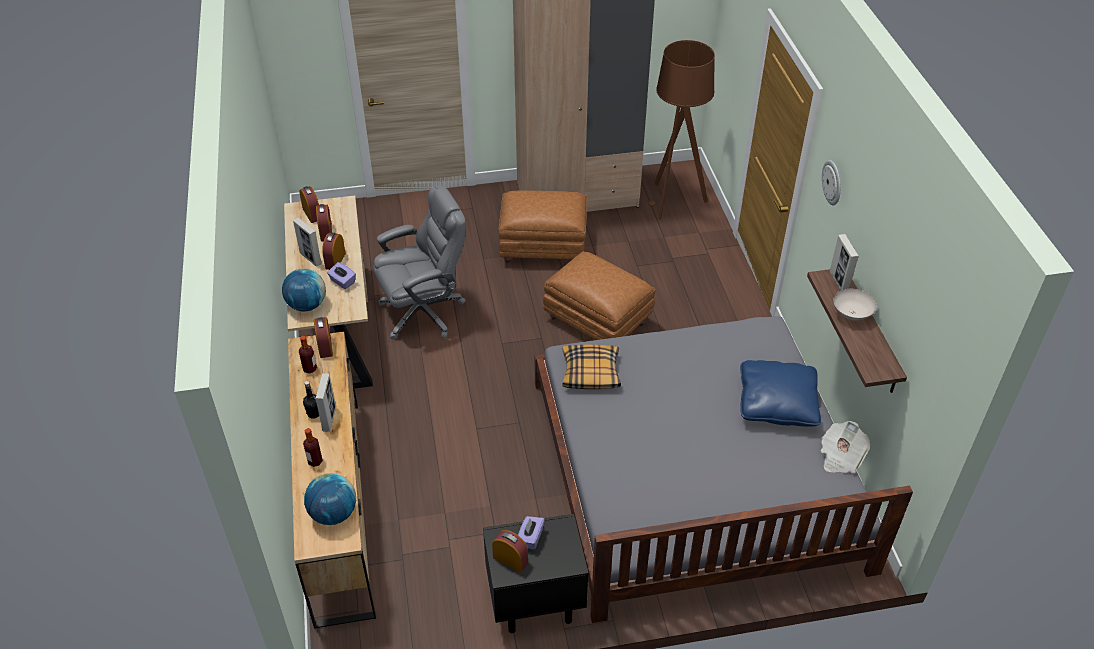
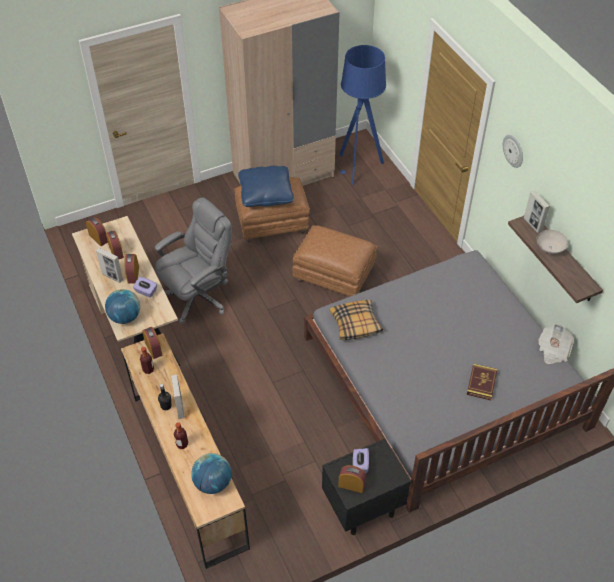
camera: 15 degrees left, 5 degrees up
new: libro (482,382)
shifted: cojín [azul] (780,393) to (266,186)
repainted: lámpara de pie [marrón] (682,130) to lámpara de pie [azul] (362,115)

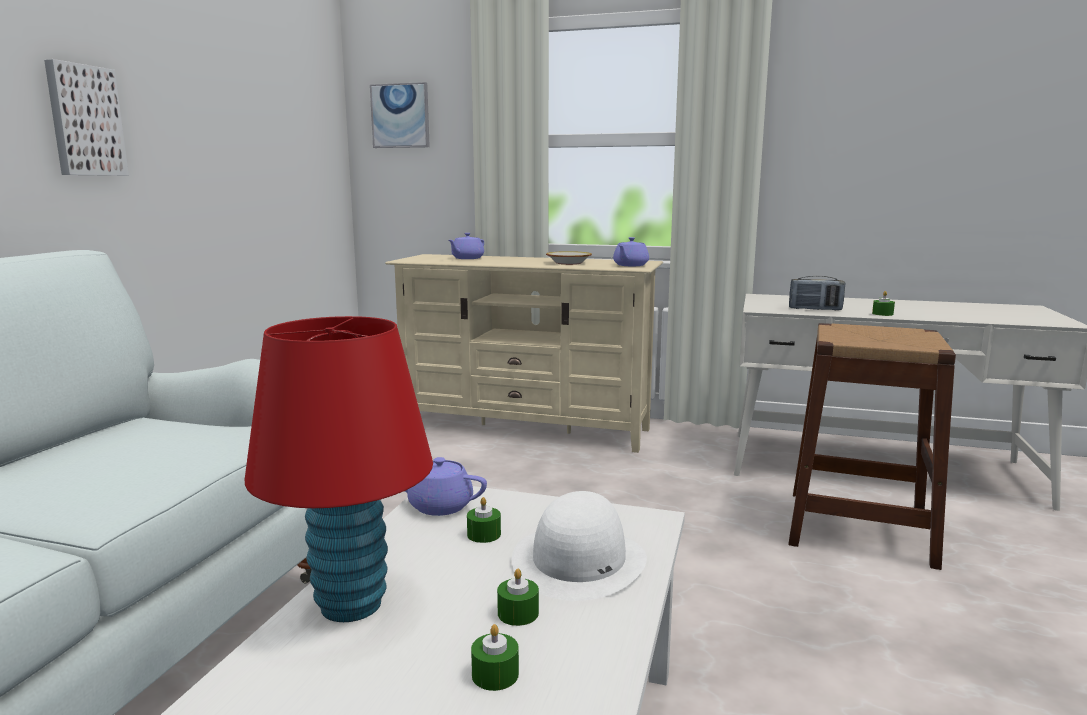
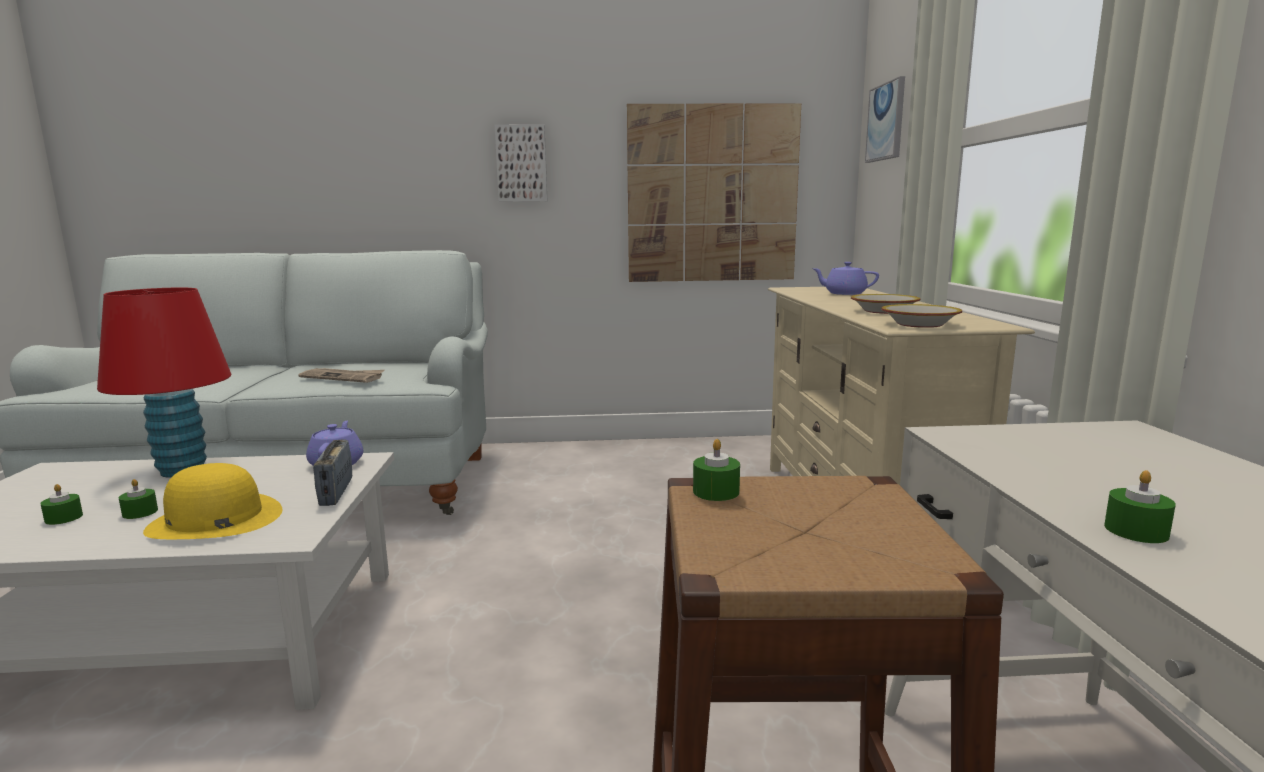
camera: 70 degrees right, 0 degrees up
new: periódico (341,375); cuadro (714,193)
shifted: vela [verde] (484,520) to (716,470); radio (817,293) to (332,472)
swapped: tetera [morado] (631,251) to cuenco (921,316)
repainted: sombrero [blanco] (579,546) to sombrero [amarillo] (212,501)

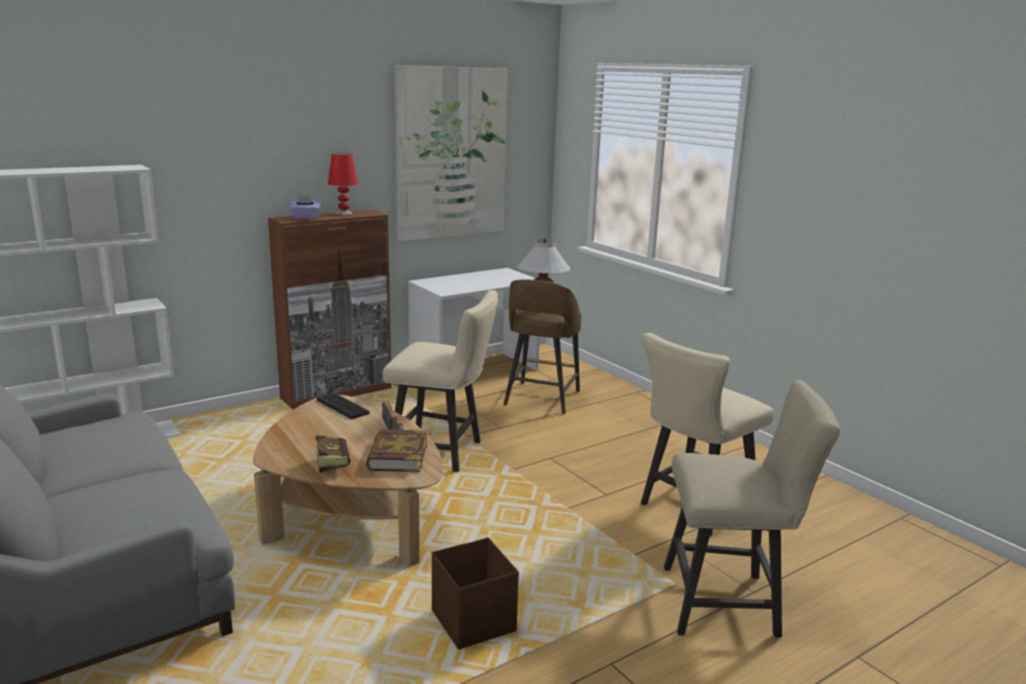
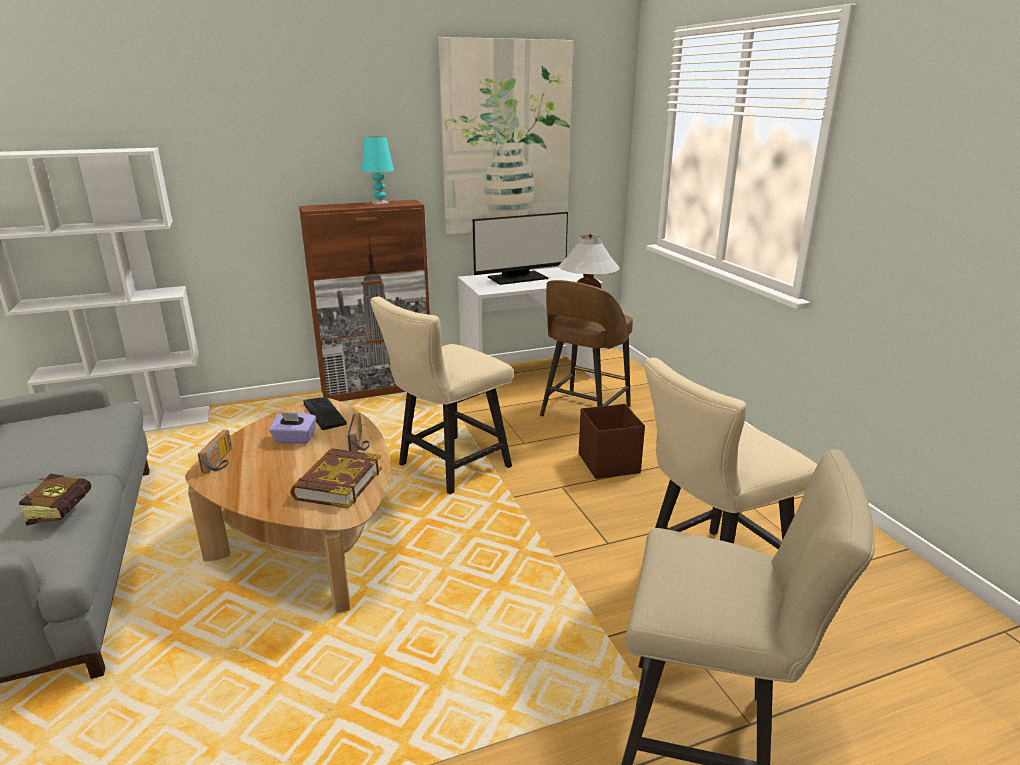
camera: 15 degrees right, 5 degrees up
new: radio (215,451); monitor (520,248)
shifted: caja de pañuelos [morado] (305,208) to (292,428); libro (333,454) to (55,499); caja de almacenaje [marrón] (475,593) to (612,441)
repainted: lámpara de mesa [rojo] (343,183) to lámpara de mesa [turquesa] (378,170)
rotated: silla [beis] (440,381) = (442,395) 105 degrees clockwise

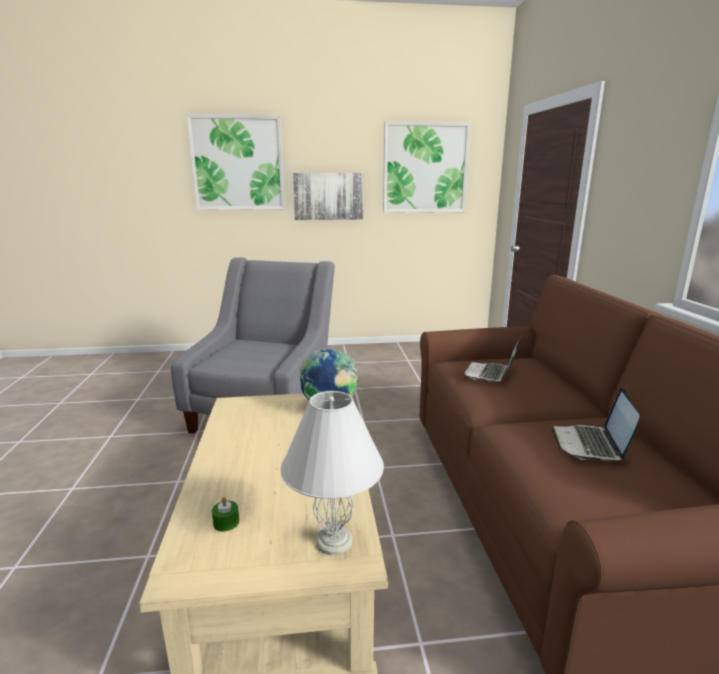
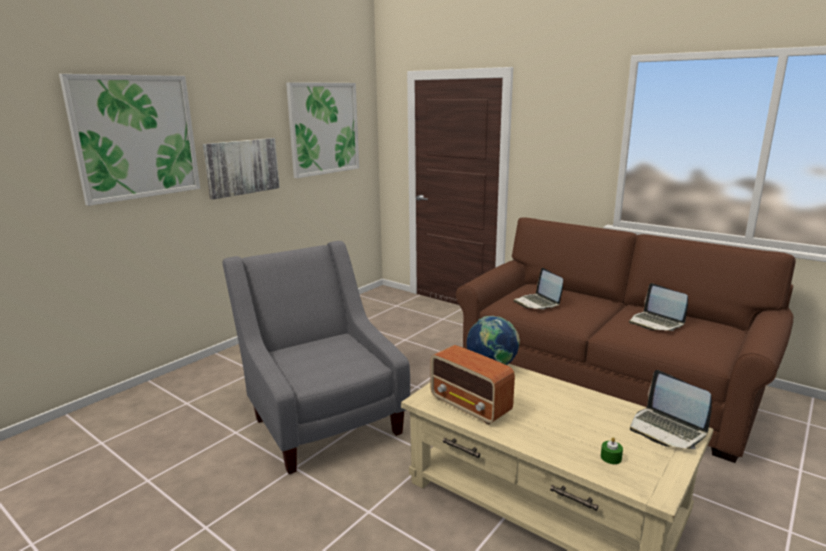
camera: 45 degrees left, 0 degrees up
new: radio (472,384)
swapped: lámpara de mesa [blanco] (332,473) to portátil (671,409)

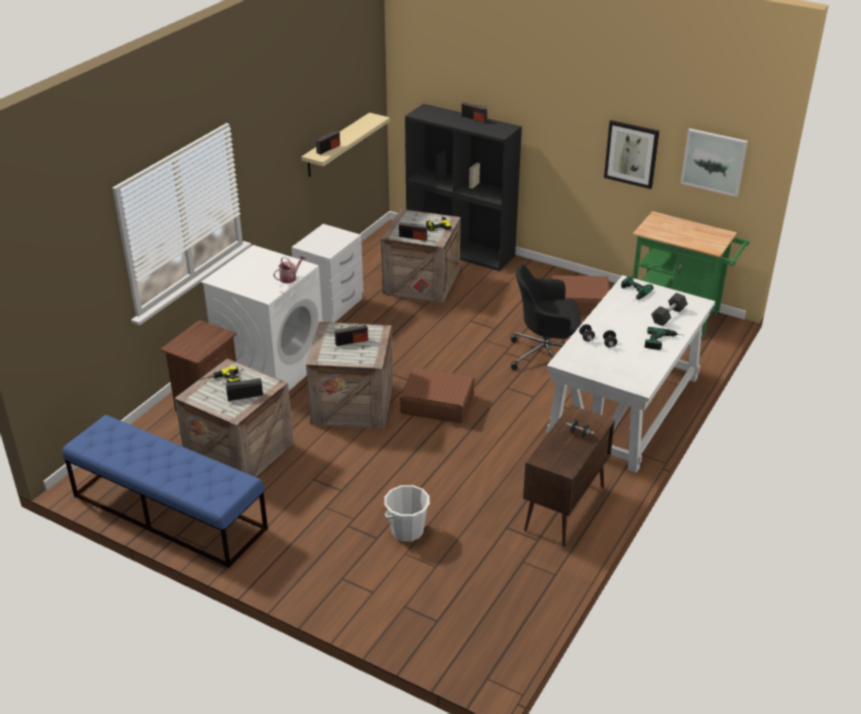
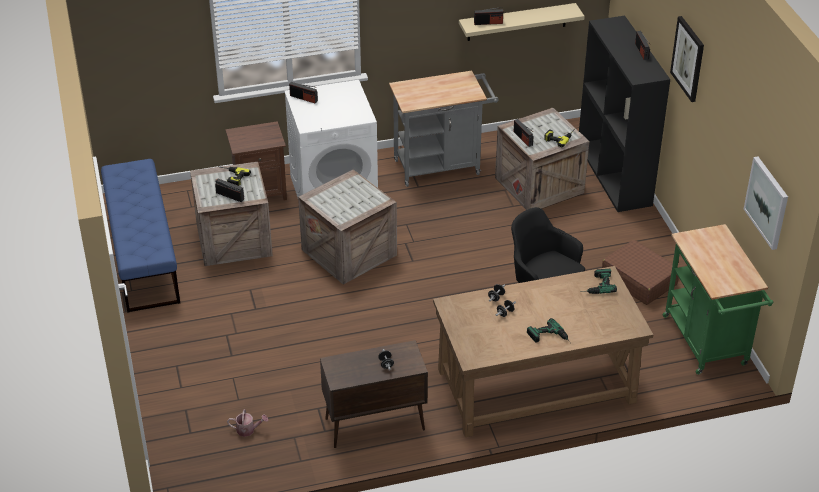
camera: 45 degrees right, 5 degrees up
gone: cubo [blanco] (407,513); maleta [marrón] (437,395); mancuerna [negro] (669,309)
shifted: regadera (289,269) to (247,423); radio (351,334) to (303,92); cuadro (631,154) to (687,59)
swapped: mesita de noche [blanco] (327,273) to carrito [gris] (443,129)
repainted: escritorio [blanco] (630,374) to escritorio [marrón] (543,351)

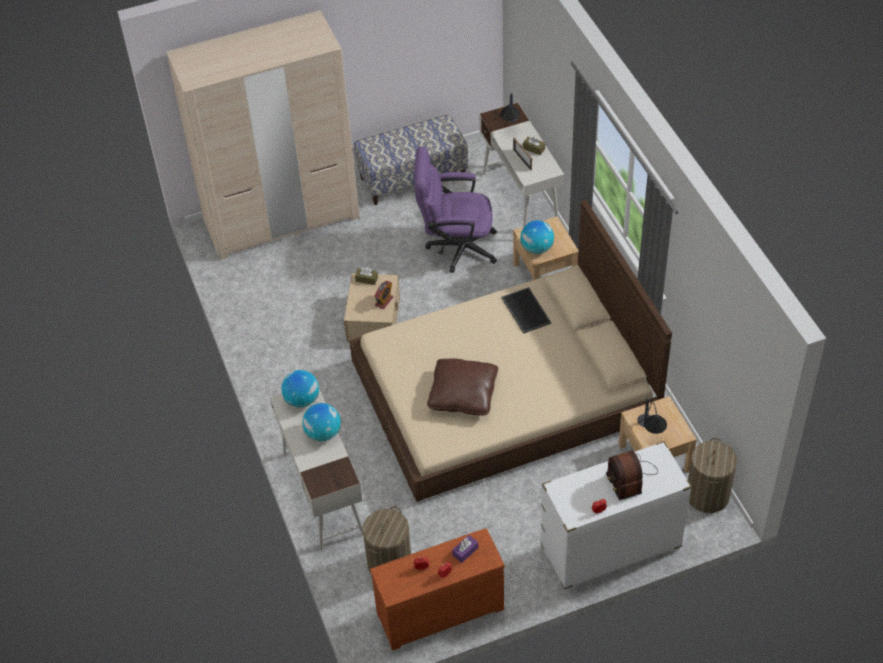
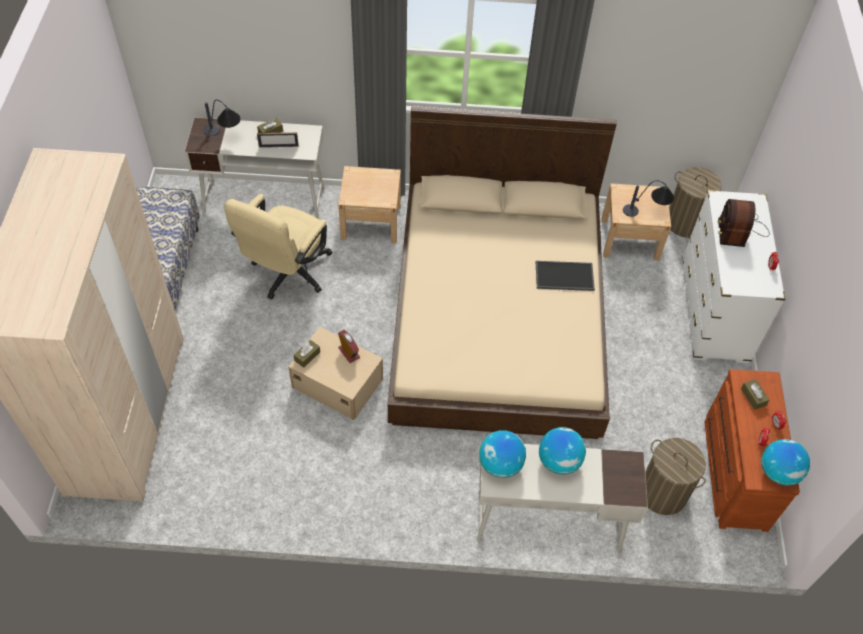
camera: 70 degrees left, 5 degrees up
gone: cojín [marrón] (462,386)
shifted: bandeja (526,310) to (565,276); globo terráqueo (537,237) to (785,462)
repainted: silla de oficina [morado] (455,210) to silla de oficina [beis] (278,247); caja de pañuelos [morado] (465,549) to caja de pañuelos [marrón] (755,394)
rotated: radio (632,475) = (744,223) 90 degrees clockwise

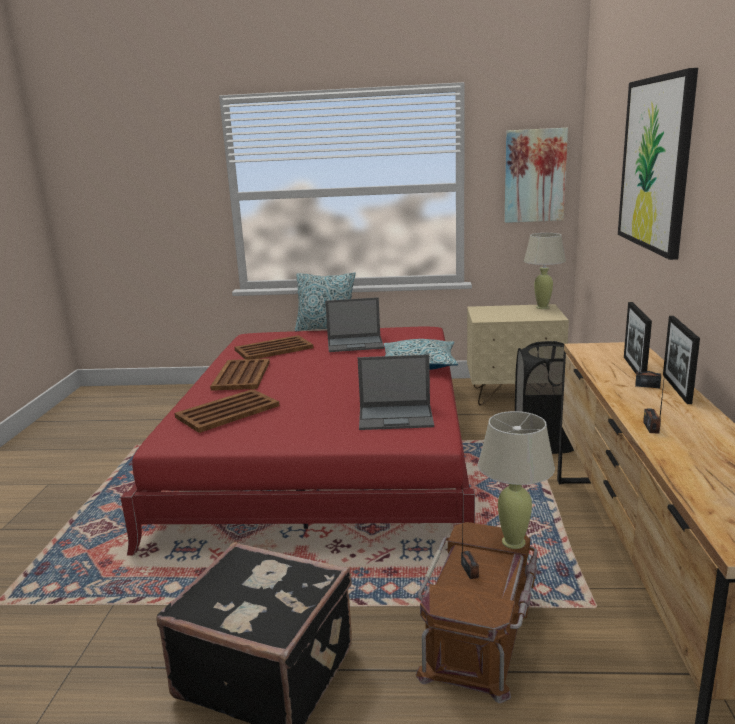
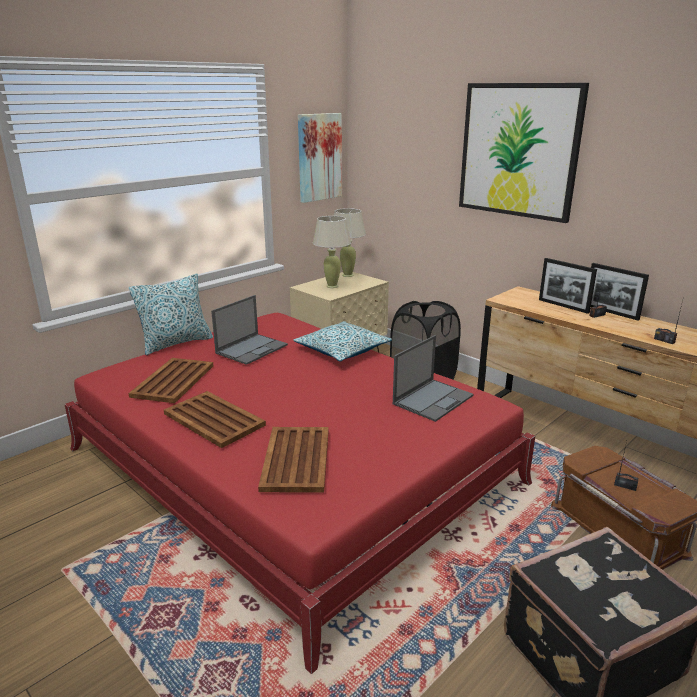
camera: 50 degrees left, 5 degrees up
shifted: lámpara de mesa [beis] (516,480) to (332,252)

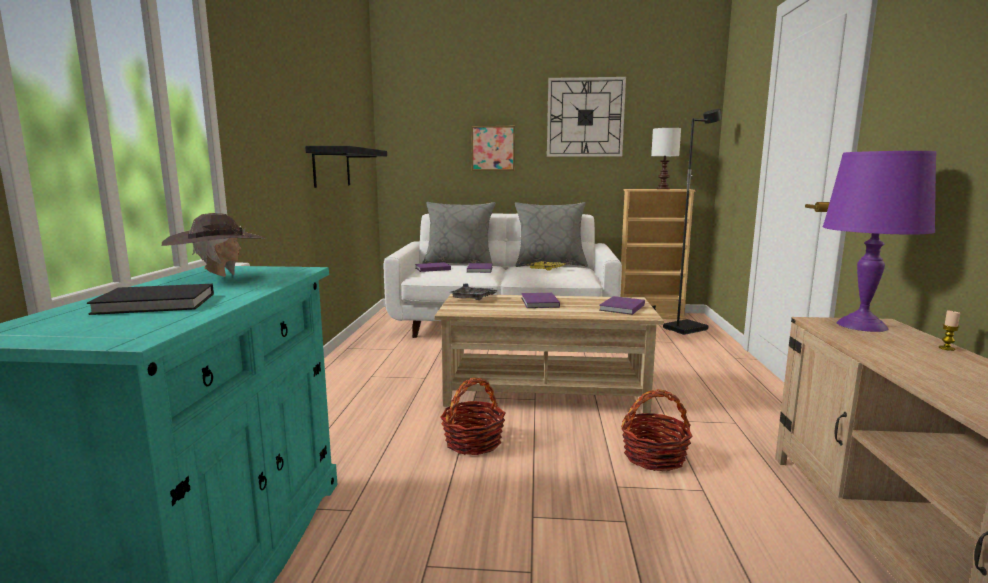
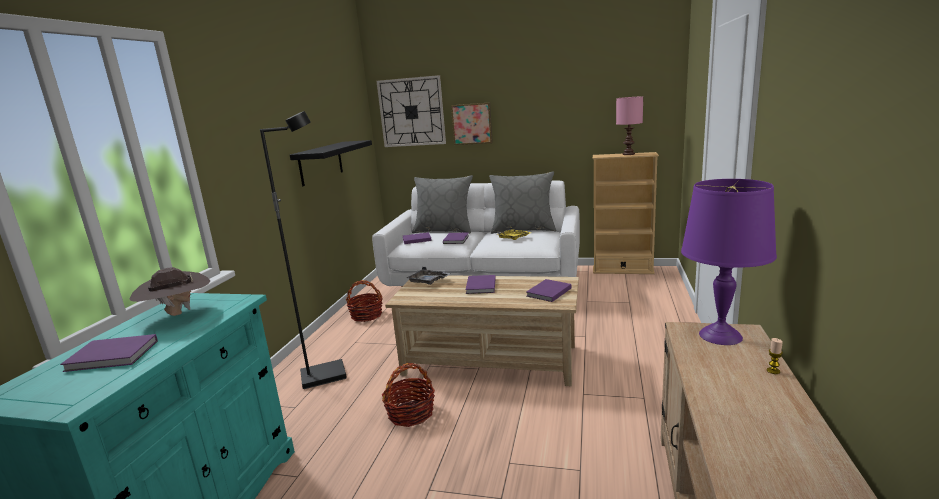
camera: 10 degrees right, 5 degrees up
shifted: reloj de pared (586,117) to (411,111); cesta (657,430) to (364,301); lámpara de pie [negro] (692,222) to (303,250)
repainted: libro [negro] (150,299) to libro [morado] (109,353); lámpara de mesa [blanco] (666,158) to lámpara de mesa [rosa] (629,125)

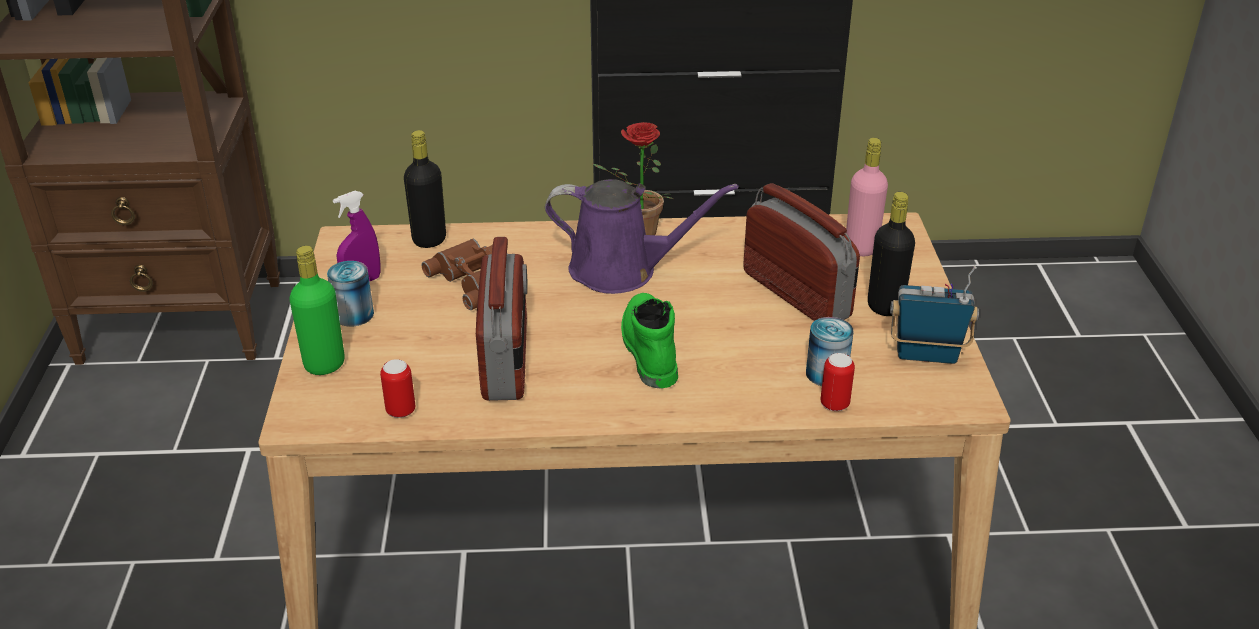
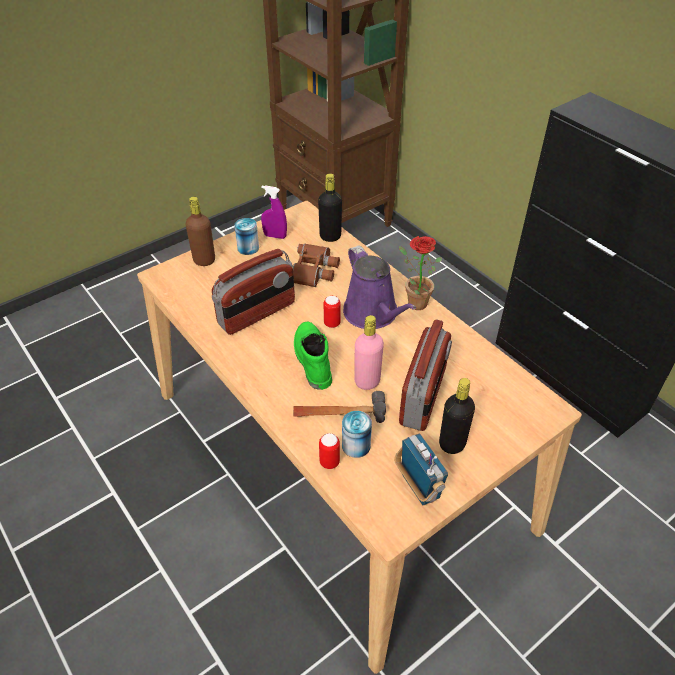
camera: 55 degrees right, 10 degrees up
new: martillo (339,407)
shifted: lata (397,388) to (332,312); botella [rosa] (867,197) to (369,352)
repainted: botella [verde] (317,310) to botella [marrón] (200,231)
rotated: bota [verde] (649,340) = (313,356) 60 degrees counterclockwise

